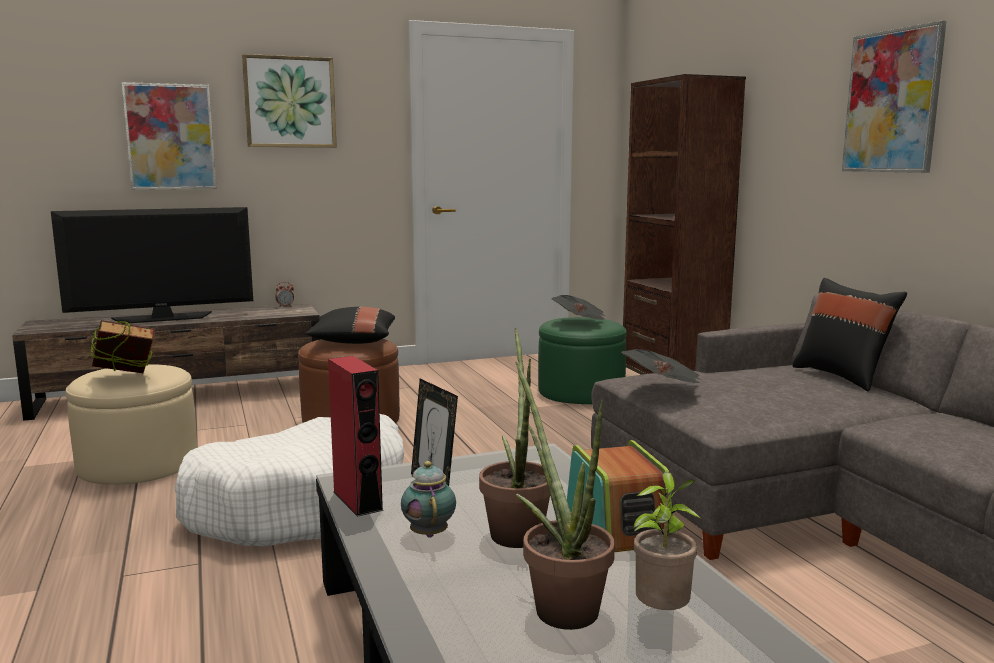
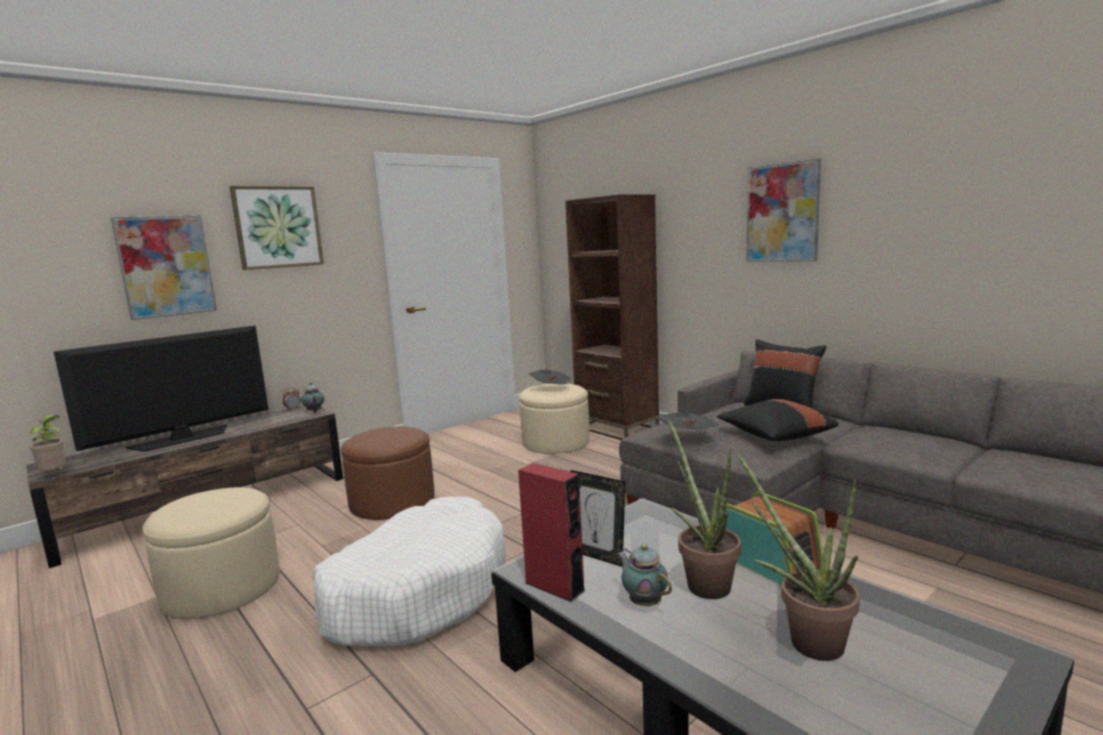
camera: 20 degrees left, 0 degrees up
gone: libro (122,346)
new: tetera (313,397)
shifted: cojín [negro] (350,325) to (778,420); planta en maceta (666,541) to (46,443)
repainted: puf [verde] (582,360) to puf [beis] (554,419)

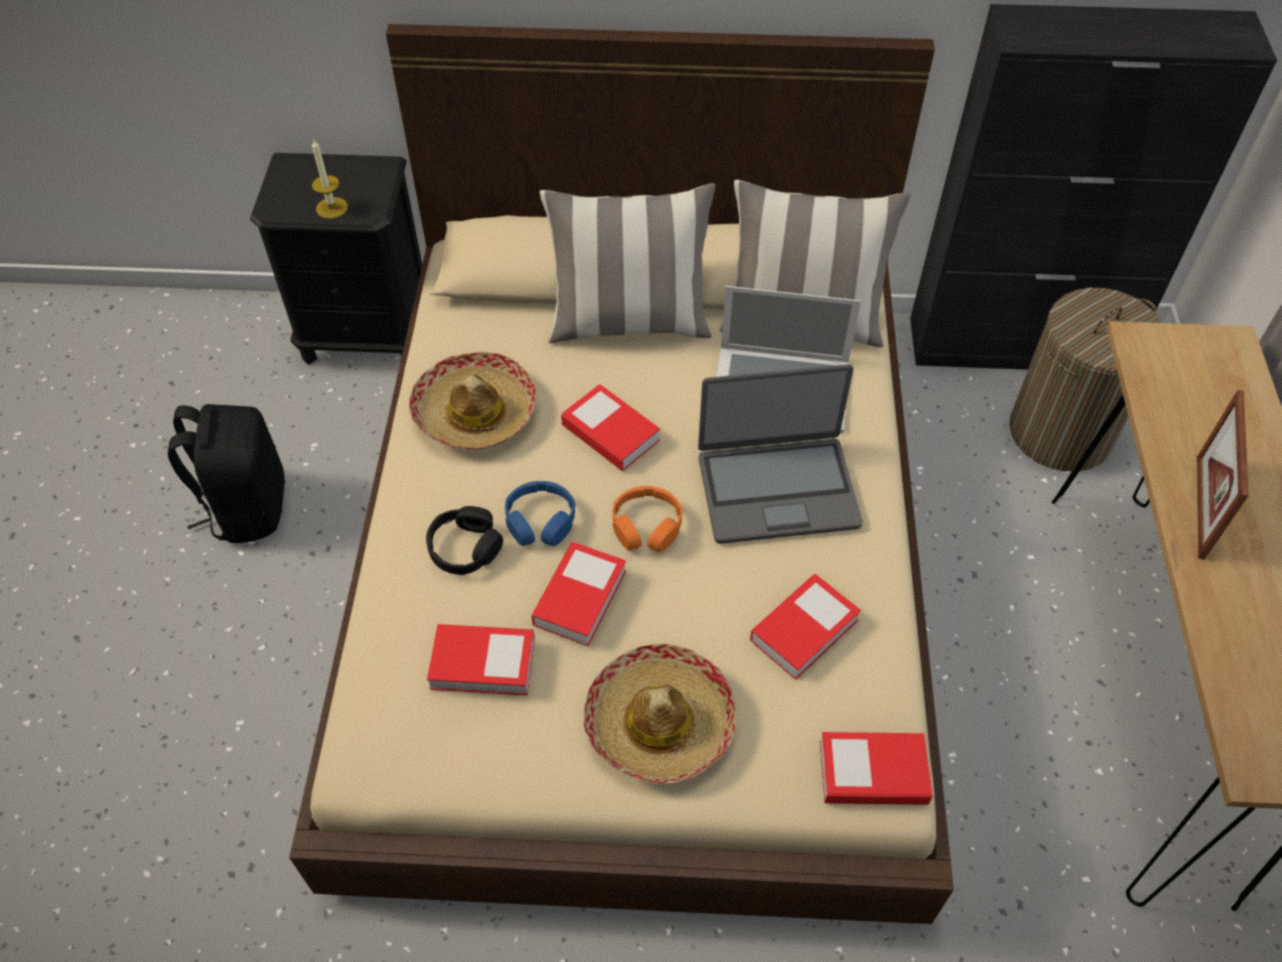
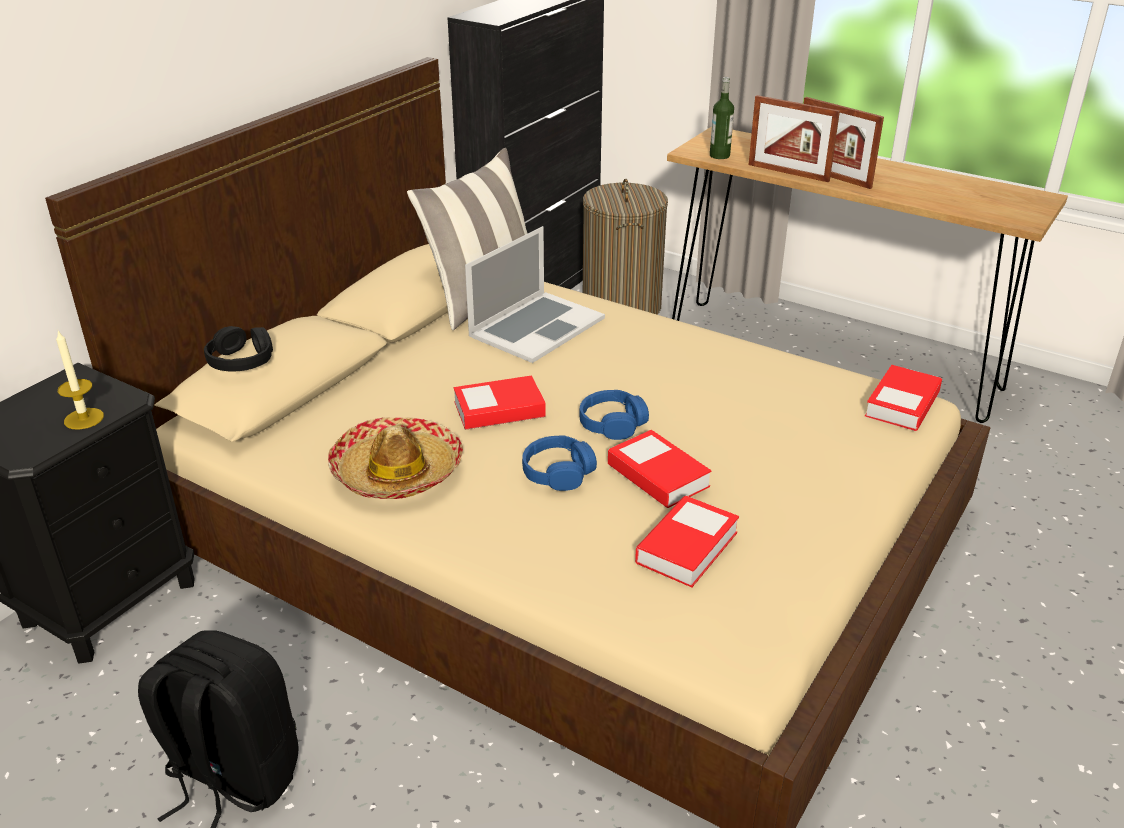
camera: 60 degrees left, 20 degrees down
gone: cojín (627,263); sombrero (660,713); portátil (780,454); libro (805,627)
new: botella (722,118); portarretratos (794,138)
shifted: auriculares [negro] (464,540) to (238,348)
repainted: auriculares [naranja] (648,519) to auriculares [azul] (614,415)

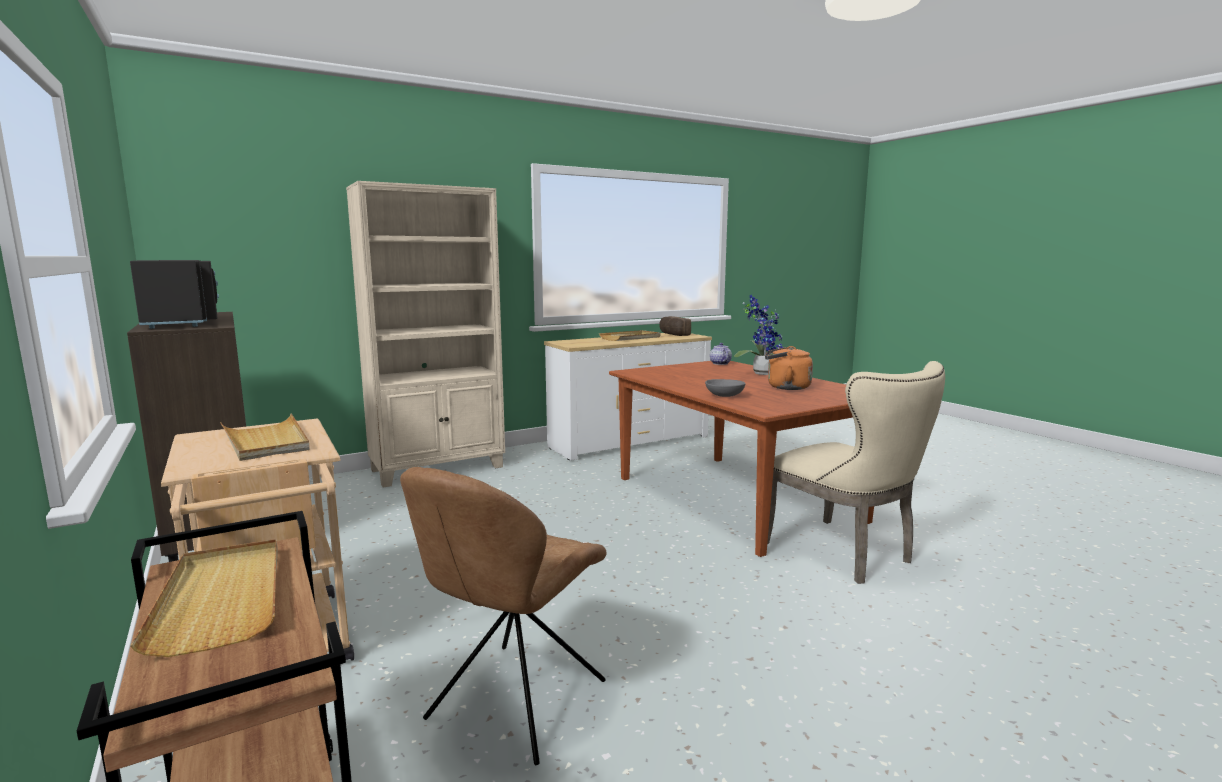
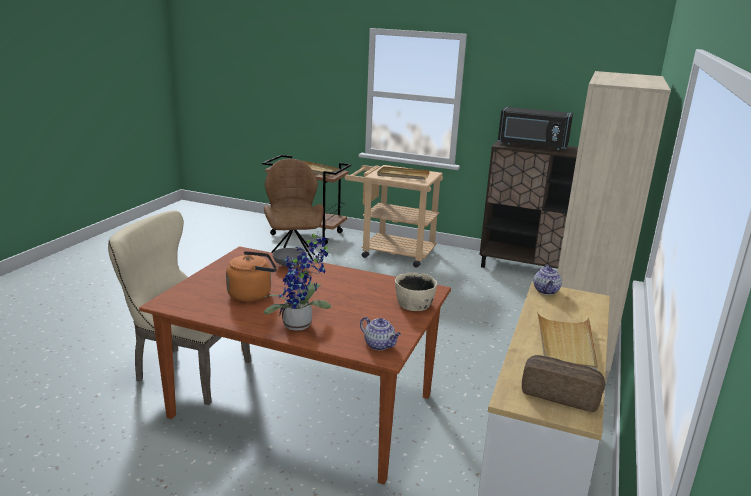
camera: 140 degrees right, 10 degrees up
new: cuenco [beis] (416,292); tetera (547,280)

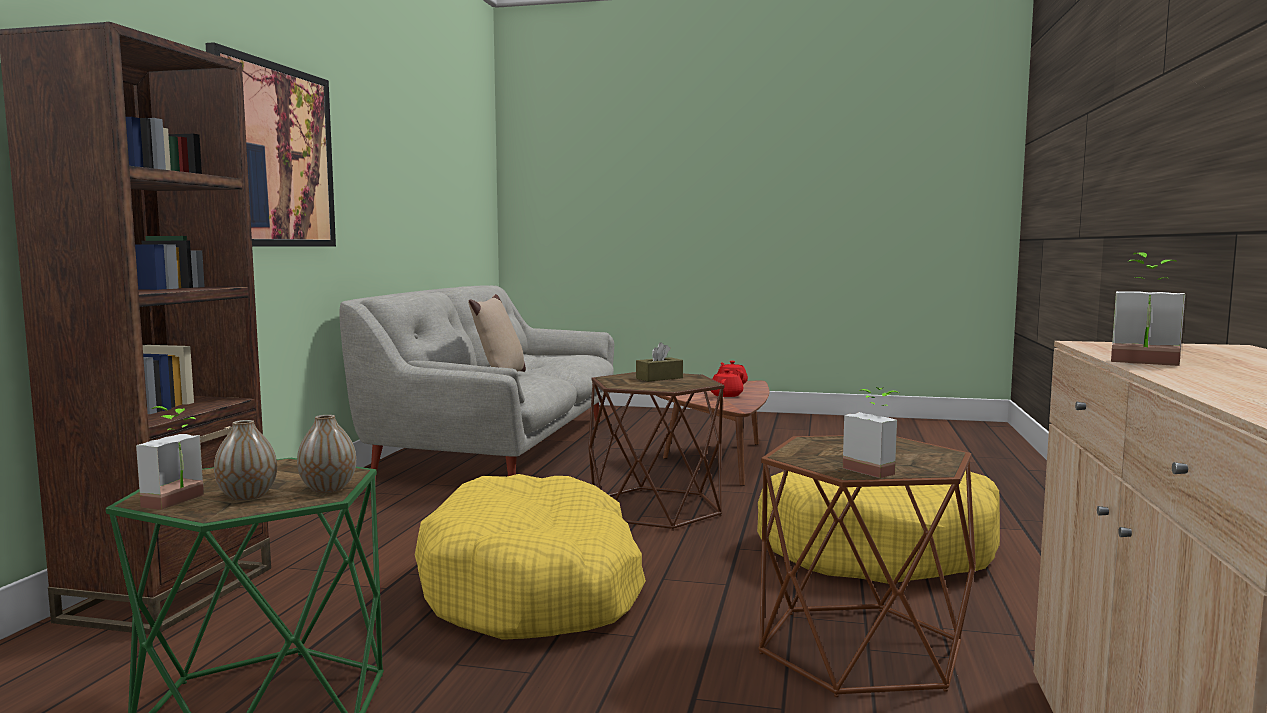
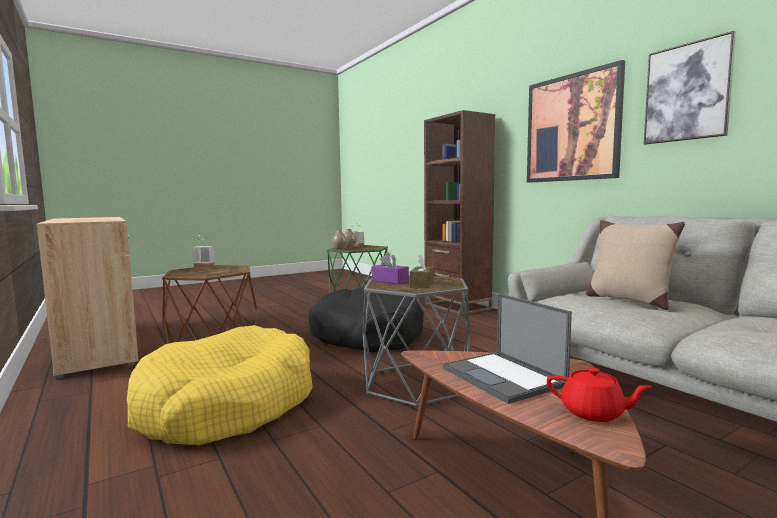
camera: 135 degrees right, 0 degrees up
gone: planta en maceta (1148,309)
new: caja de pañuelos [morado] (390,268); cuadro (690,87)
swapped: tetera [rojo] (727,383) to portátil (507,348)
repainted: cama para perro [amarillo] (530,557) to cama para perro [negro] (366,320); mesa auxiliar [marrón] (656,451) to mesa auxiliar [gris] (416,341)

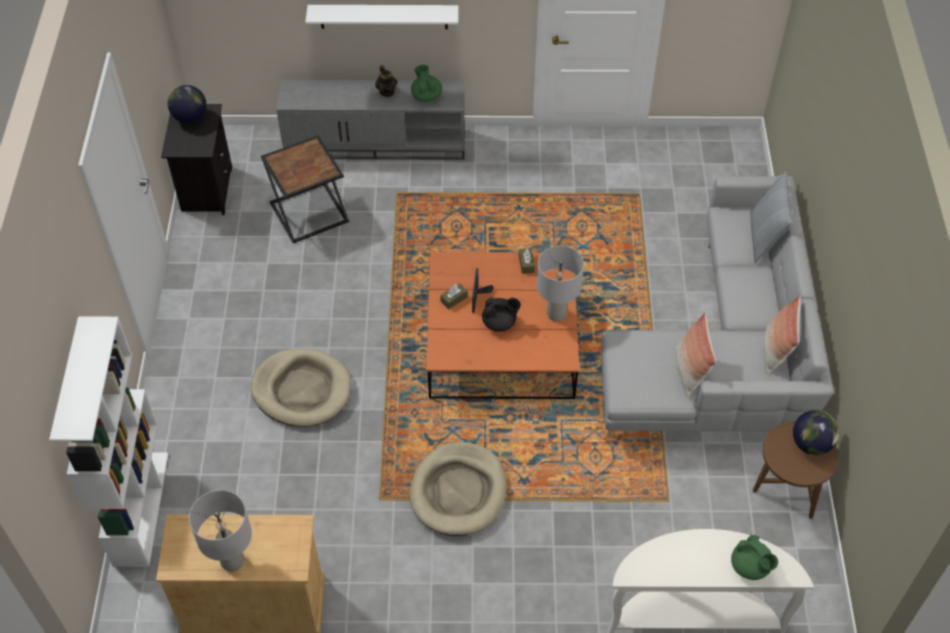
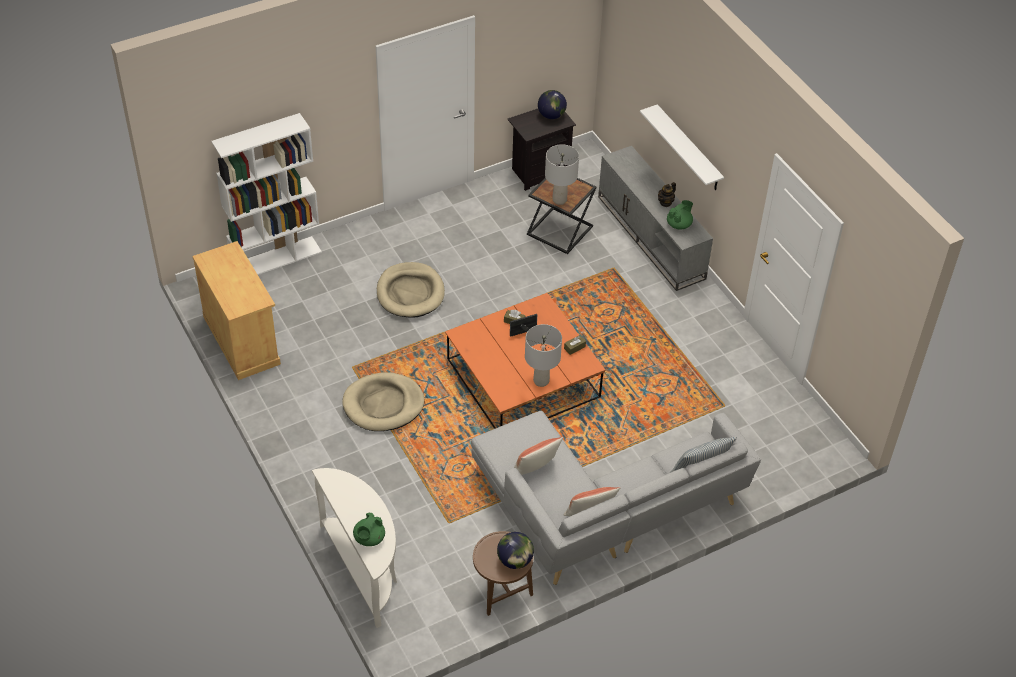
camera: 60 degrees right, 5 degrees down
gone: tetera [negro] (501,314)
shifted: lámpara de mesa [gris] (220,531) to (562,174)

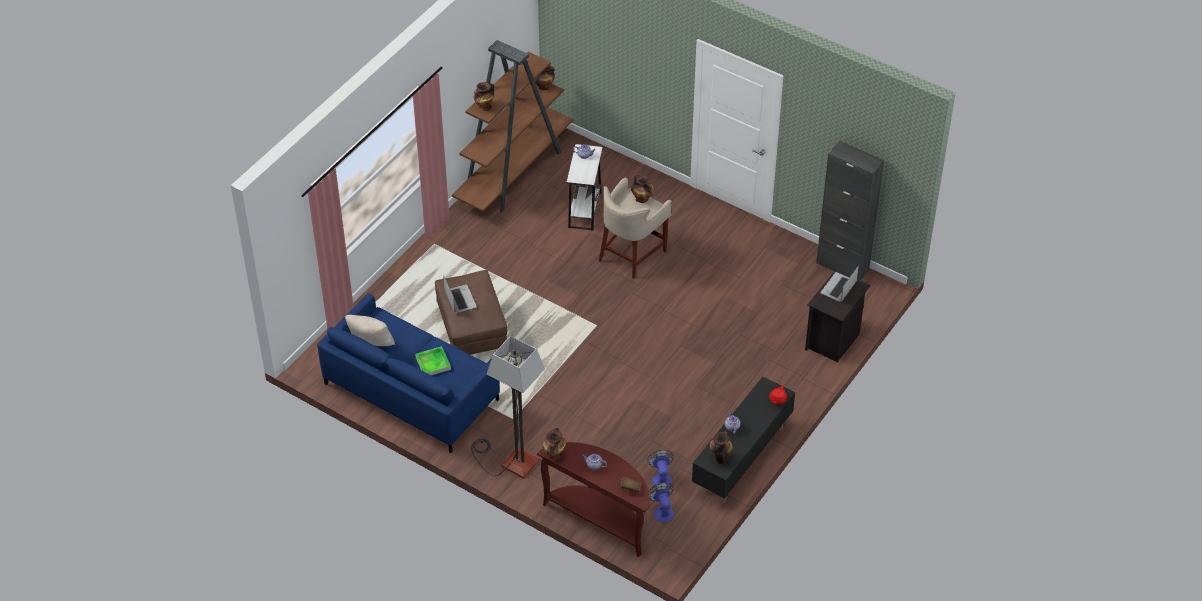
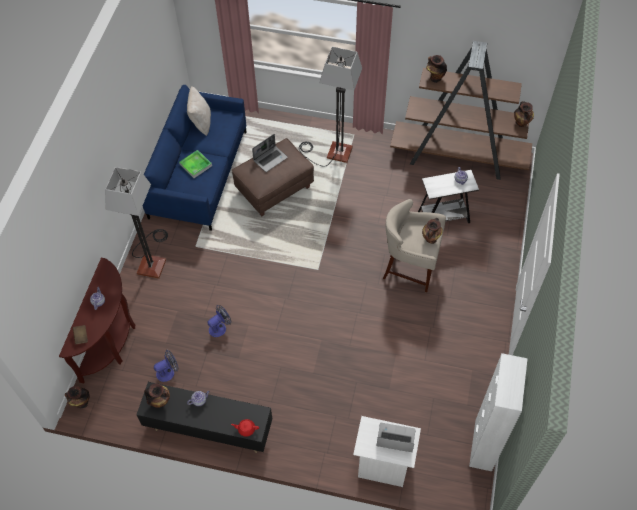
camera: 70 degrees right, 10 degrees up
new: lámpara de pie (330,107)
shifted: florero (554,444) to (77,397); ventilador (661,502) to (219,321)
repainted: mesita de noche [negro] (838,315) to mesita de noche [blanco] (387,451); armario [negro] (850,211) to armario [blanco] (498,412)

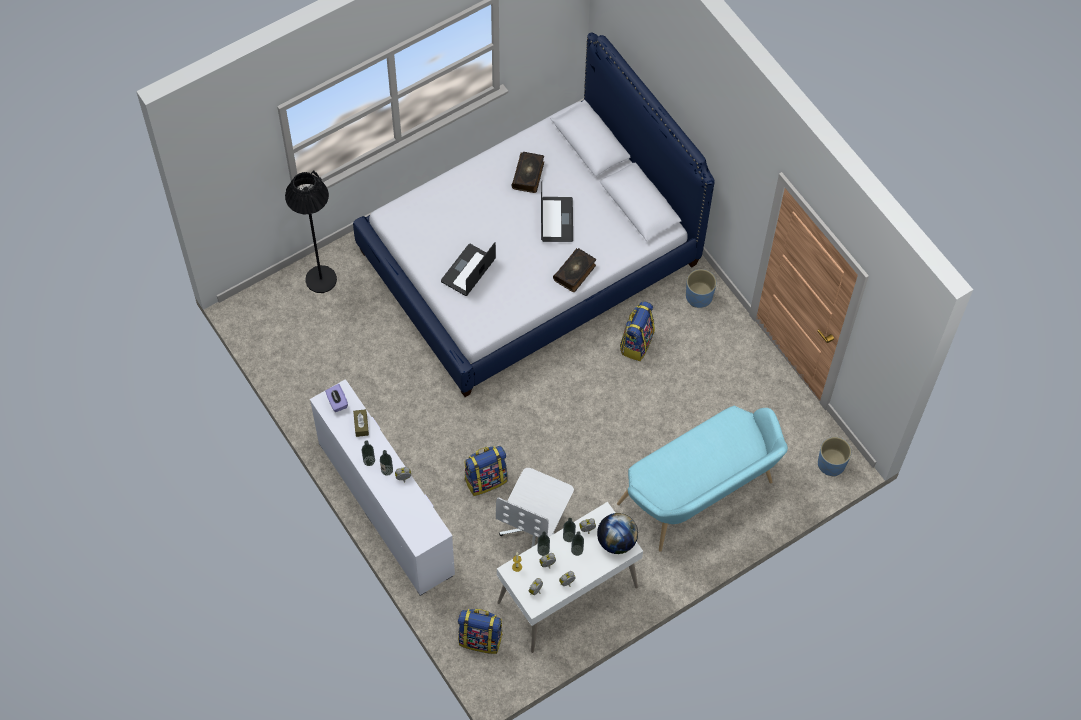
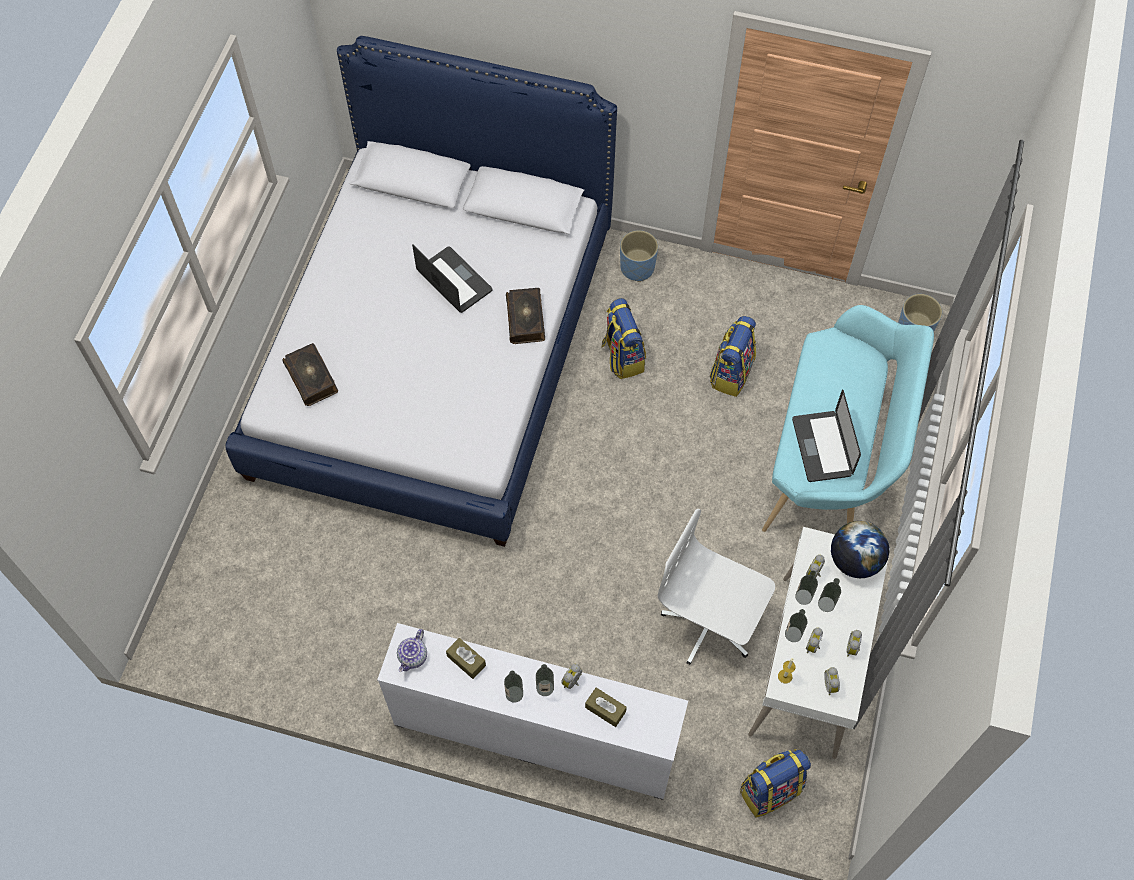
camera: 40 degrees left, 0 degrees up
gone: lámpara de pie [negro] (311,231)
new: caja de pañuelos [marrón] (606,707)
shifted: portátil (468,269) to (826,435); mochila (486,471) to (733,356); libro (527,172) to (310,374)
swapped: caja de pañuelos [morado] (336,398) to tetera (412,650)
rotated: silla de oficina [blanco] (535,508) = (716,587) 135 degrees clockwise

